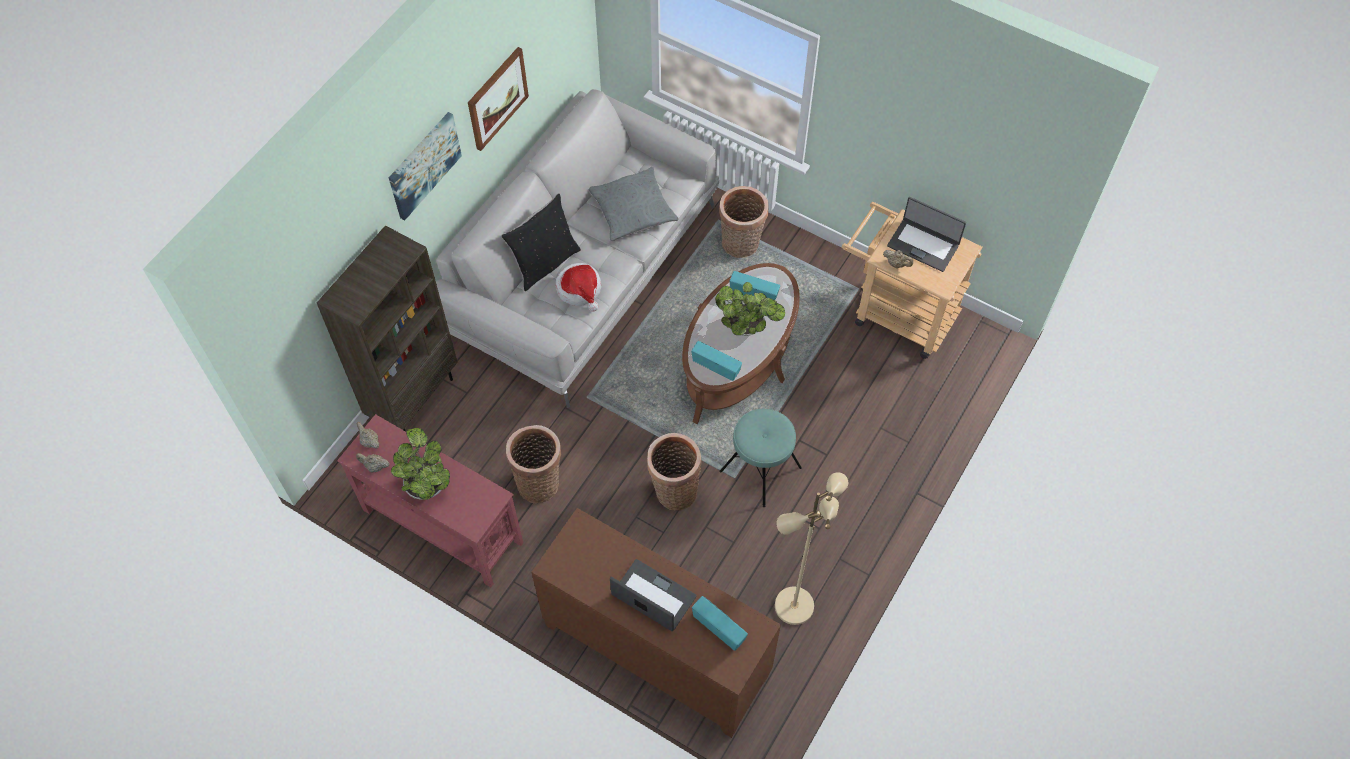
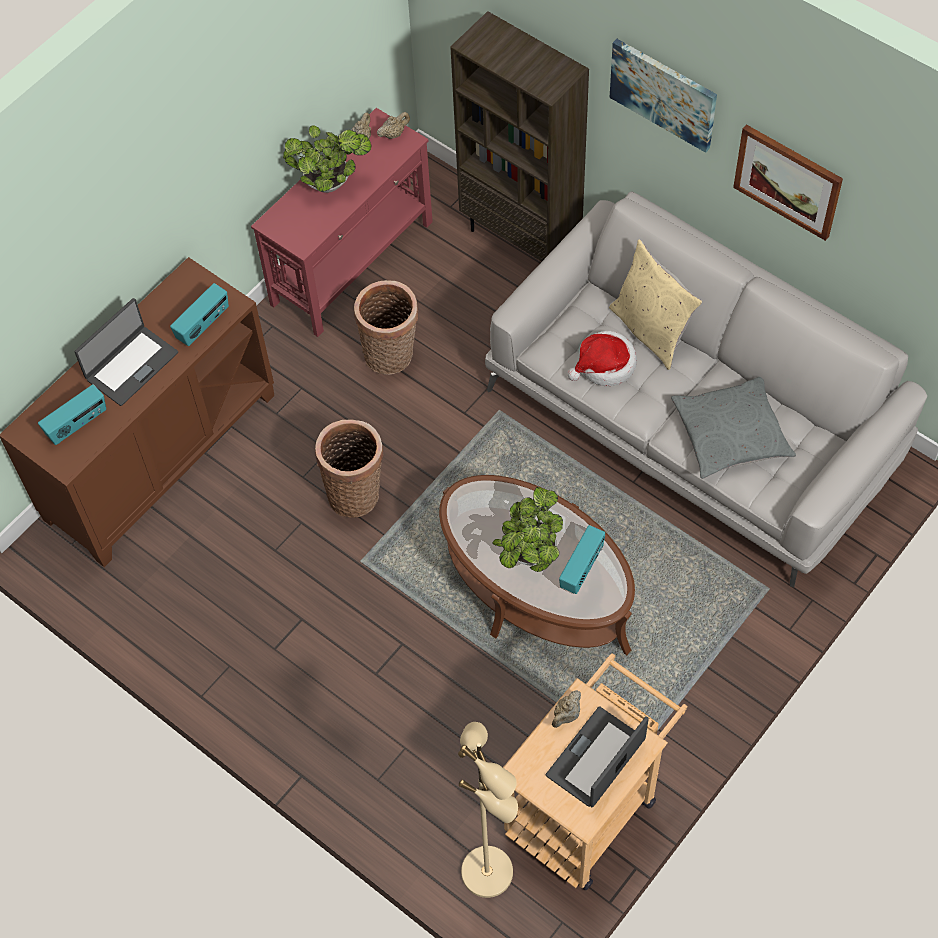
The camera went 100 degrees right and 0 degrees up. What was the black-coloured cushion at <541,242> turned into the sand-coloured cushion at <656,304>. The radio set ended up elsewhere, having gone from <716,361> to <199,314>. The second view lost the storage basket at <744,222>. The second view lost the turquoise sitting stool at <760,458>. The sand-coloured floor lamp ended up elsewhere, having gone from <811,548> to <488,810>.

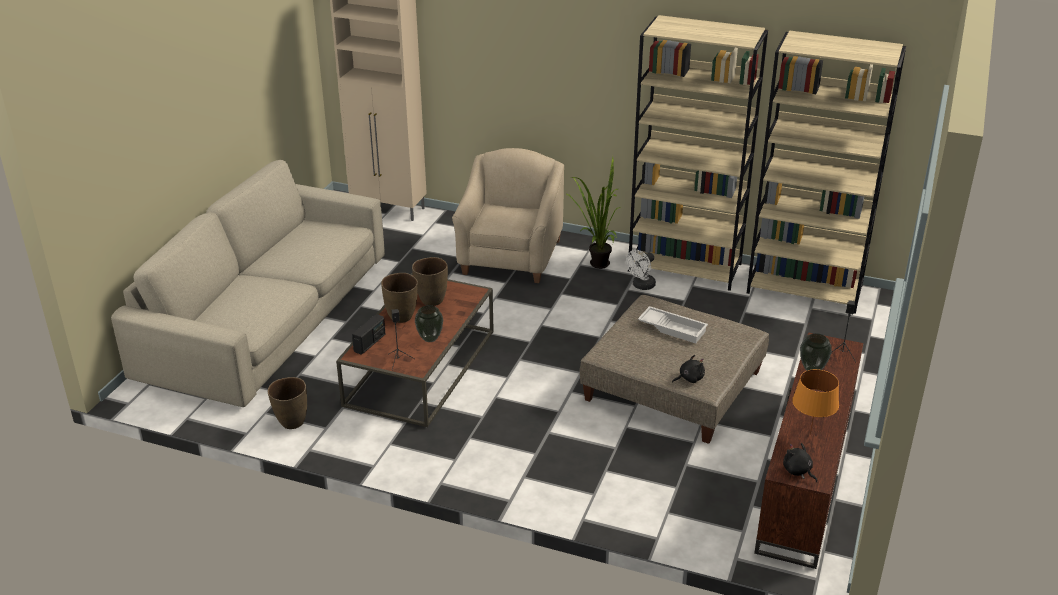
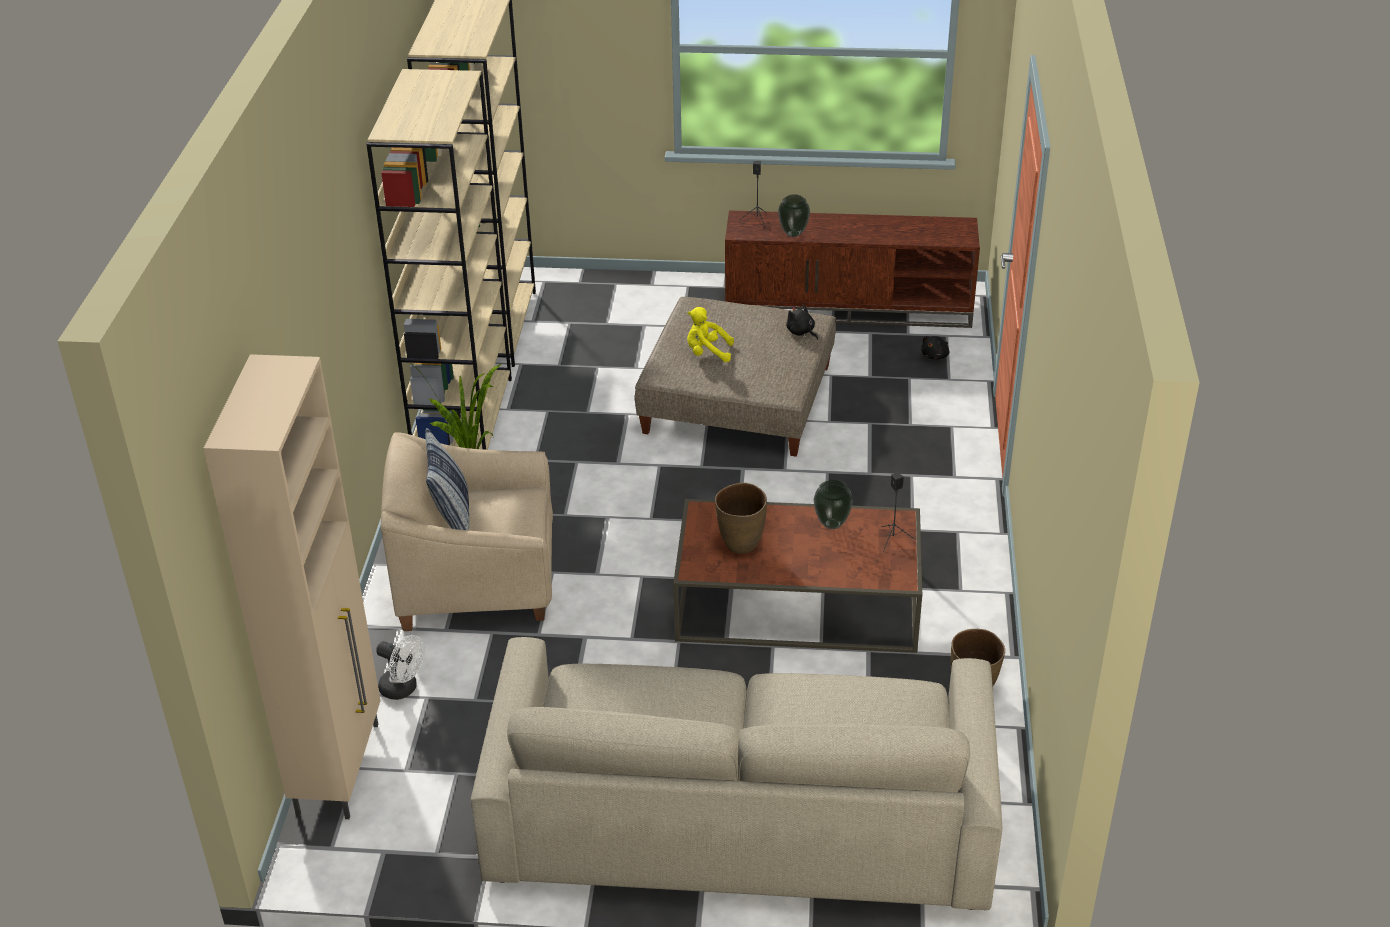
The camera went 105 degrees left and 5 degrees up. The second view lost the radio set at <368,334>. The second view lost the brown decorative vase at <399,298>. The white electric fan ended up elsewhere, having gone from <641,270> to <400,667>. Where the white tray stood at <673,324>, the yellow-coloured soft toy came to stand at <710,334>. The black-coloured soft toy ended up elsewhere, having gone from <800,463> to <935,348>. The second view lost the orange-coloured lamp for a table at <815,402>. The second view gained the cushion at <447,479>.

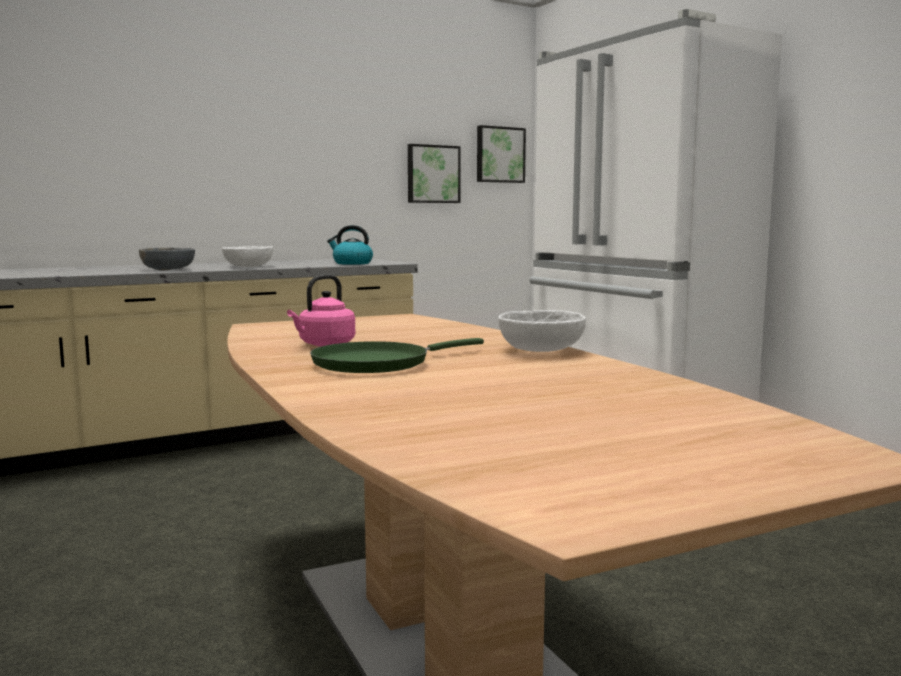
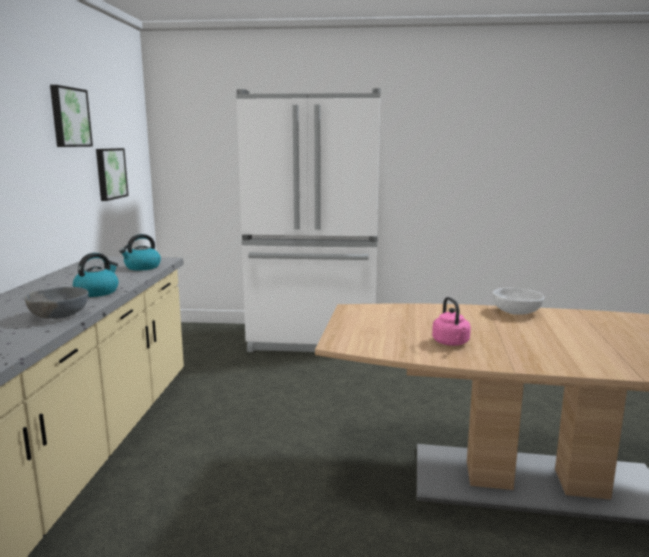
The camera went 55 degrees left and 5 degrees up. Where the white serving bowl stood at <247,256>, the kettle came to stand at <95,275>. The second view lost the greenish pan at <397,355>. The wall art ended up elsewhere, having gone from <501,154> to <71,116>.

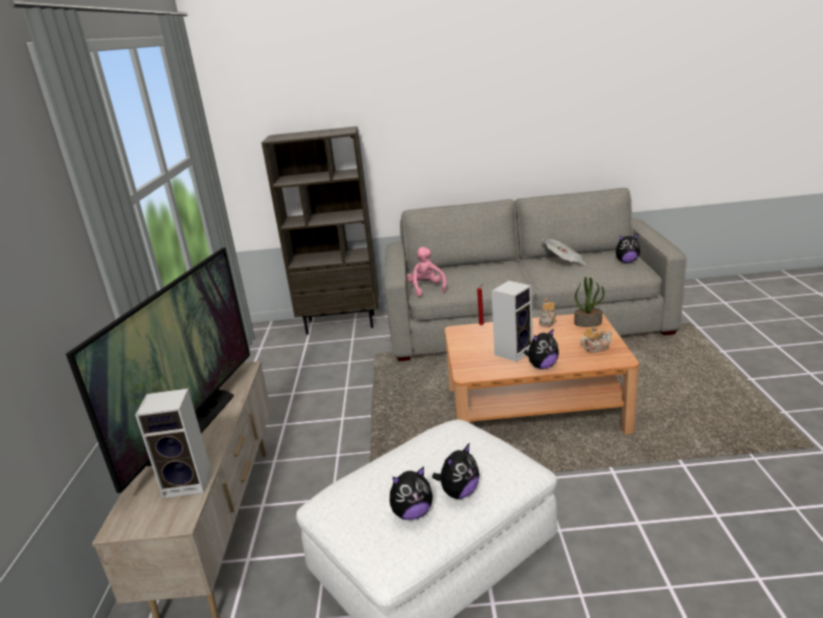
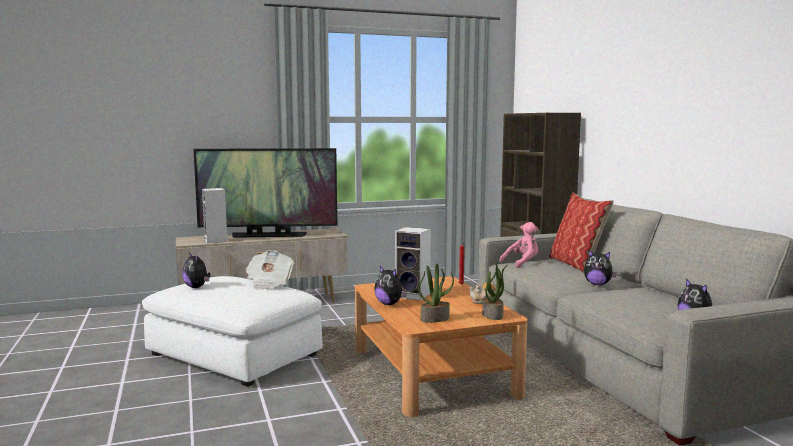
The camera went 70 degrees right and 15 degrees down. The soft toy ended up elsewhere, having gone from <456,471> to <600,267>. The printed paper ended up elsewhere, having gone from <564,252> to <270,270>. Where the tea pot stood at <596,339>, the potted plant came to stand at <436,293>. The second view gained the cushion at <581,233>.

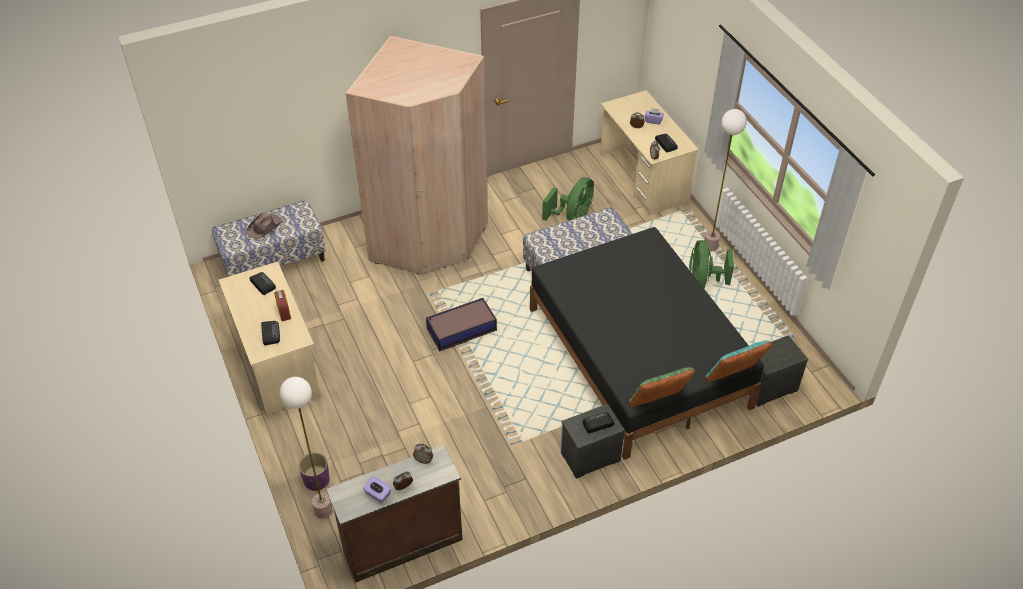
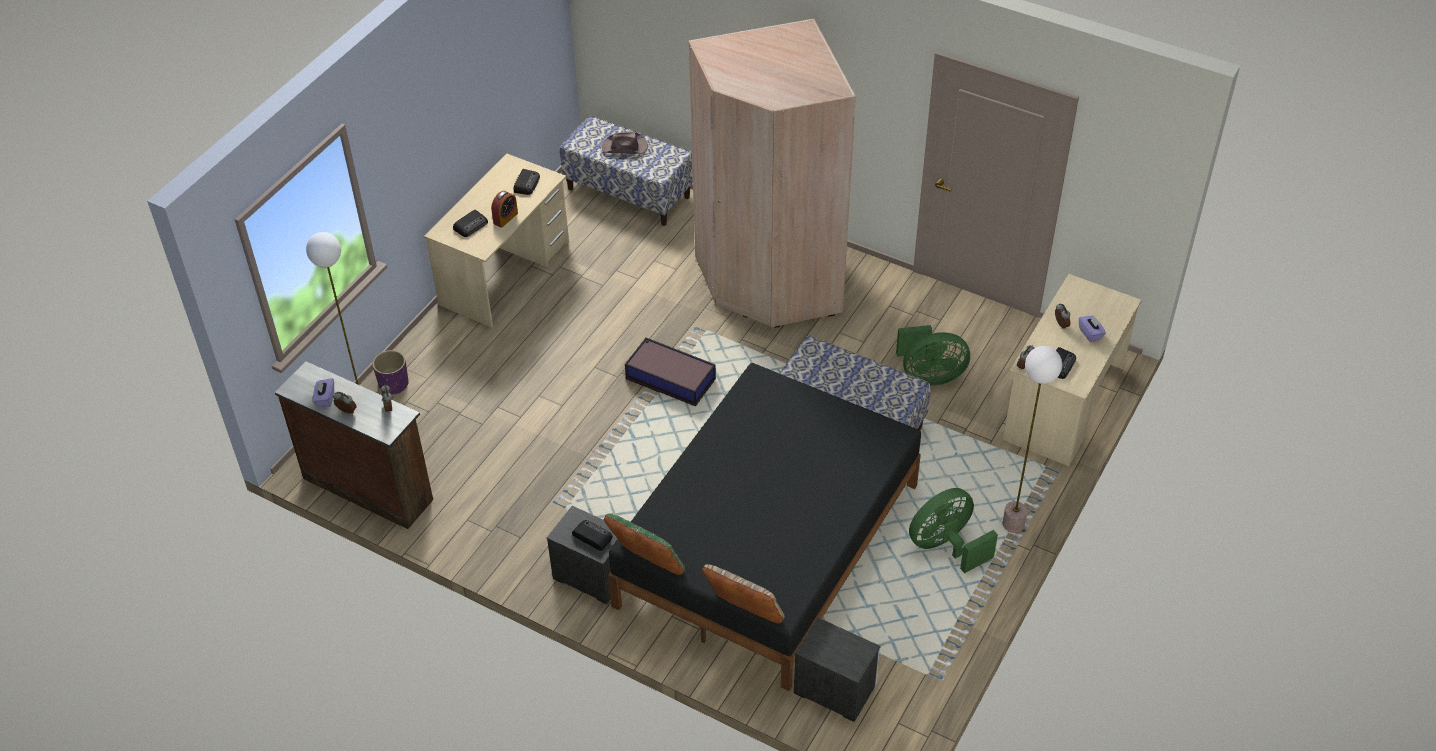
The camera went 55 degrees right and 0 degrees up. What was the turquoise cushion at <738,361> turned into the sand-coloured cushion at <743,593>.

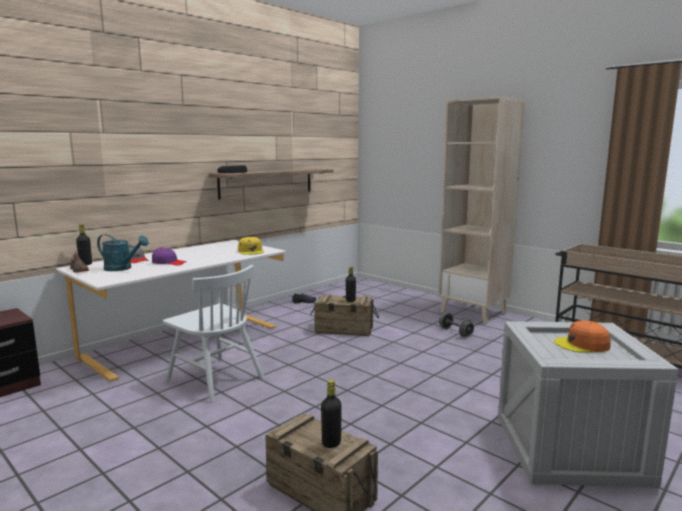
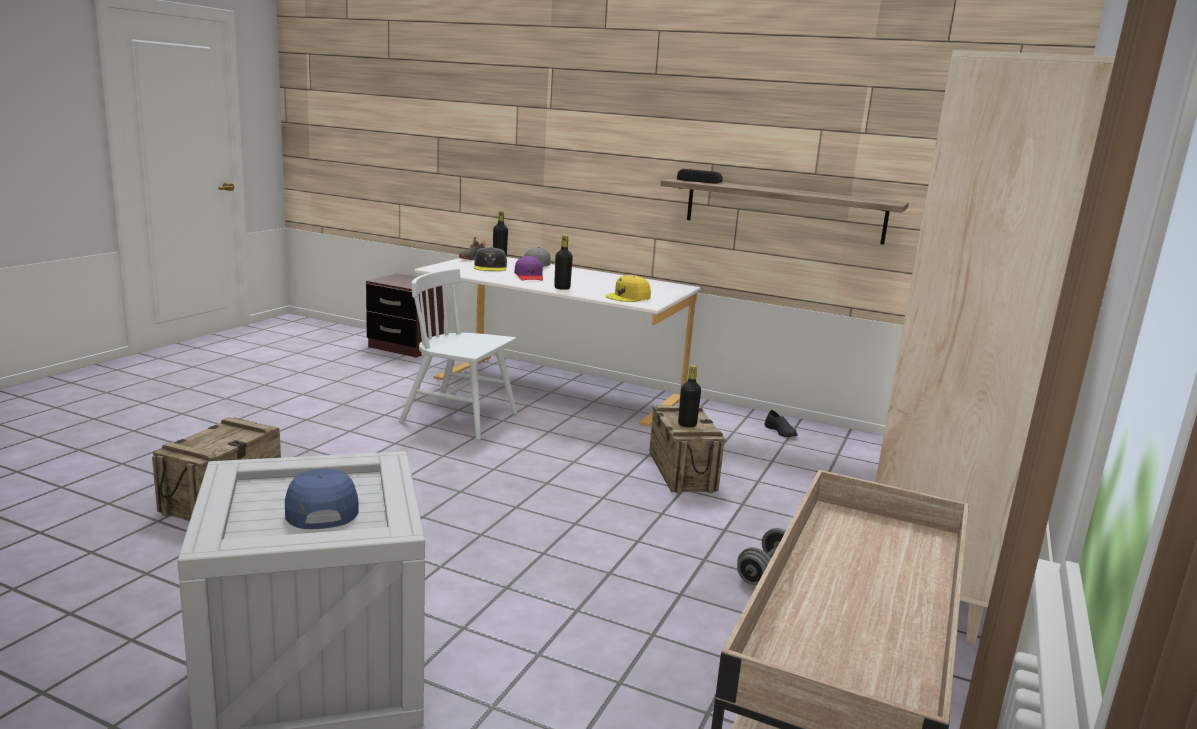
The camera went 70 degrees right and 5 degrees up. Where the turquoise watering pot stood at <123,252>, the grey peaked cap came to stand at <490,259>. The white plain chair at <213,333> ended up facing another way, 90 degrees clockwise from before. The black-coloured drink bottle ended up elsewhere, having gone from <331,414> to <563,262>. What was the orange-coloured peaked cap at <582,336> turned into the blue peaked cap at <322,498>.

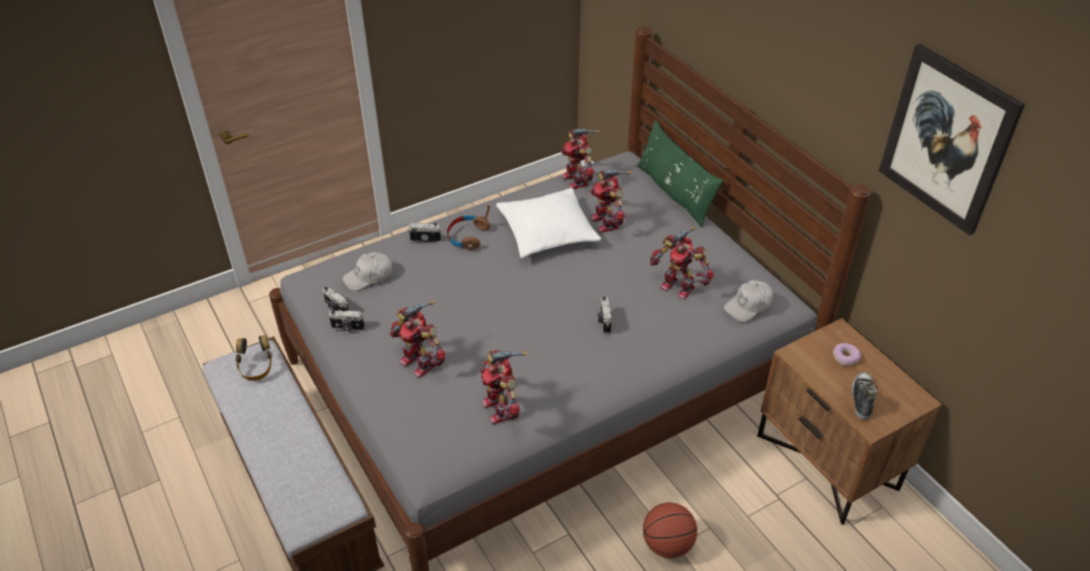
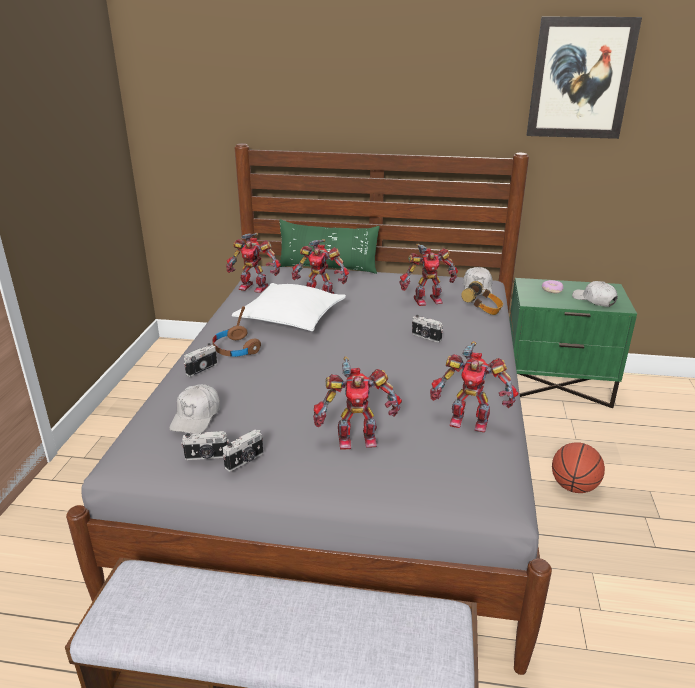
The camera went 50 degrees left and 15 degrees down. The pair of headphones ended up elsewhere, having gone from <254,358> to <482,298>. What was the brown bedside table at <849,421> turned into the greenish bedside table at <573,343>. Where the item of footwear stood at <865,396>, the white peaked cap came to stand at <595,294>.

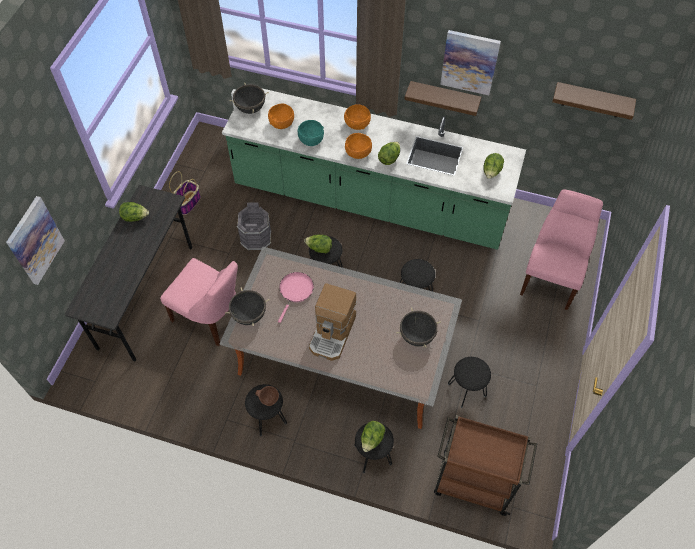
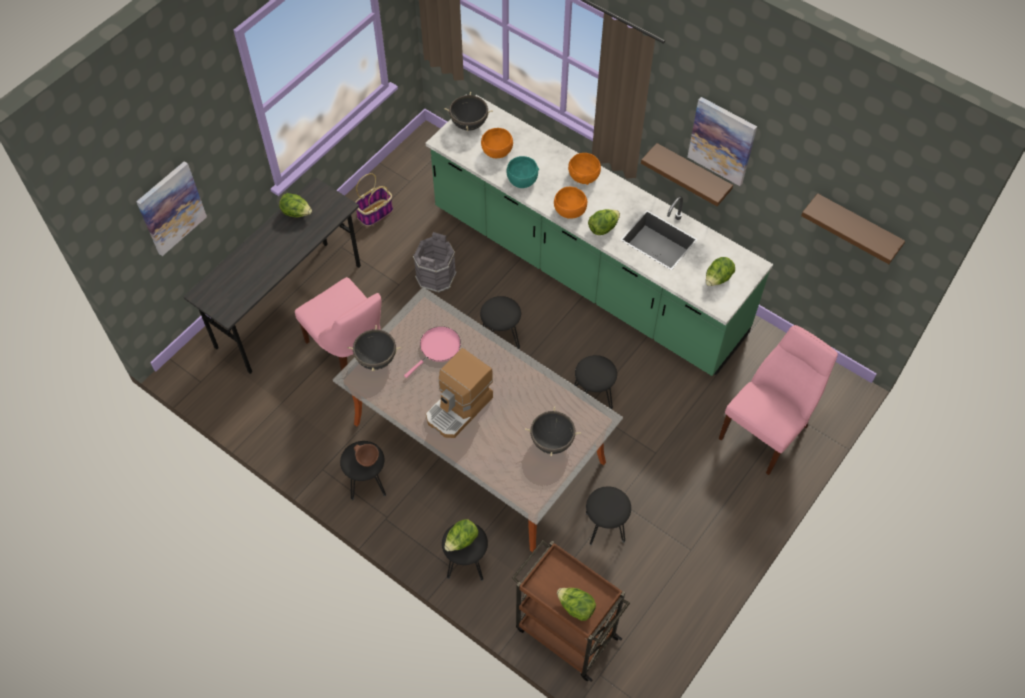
The camera went 20 degrees right and 0 degrees up. The lettuce head ended up elsewhere, having gone from <318,244> to <576,604>.

